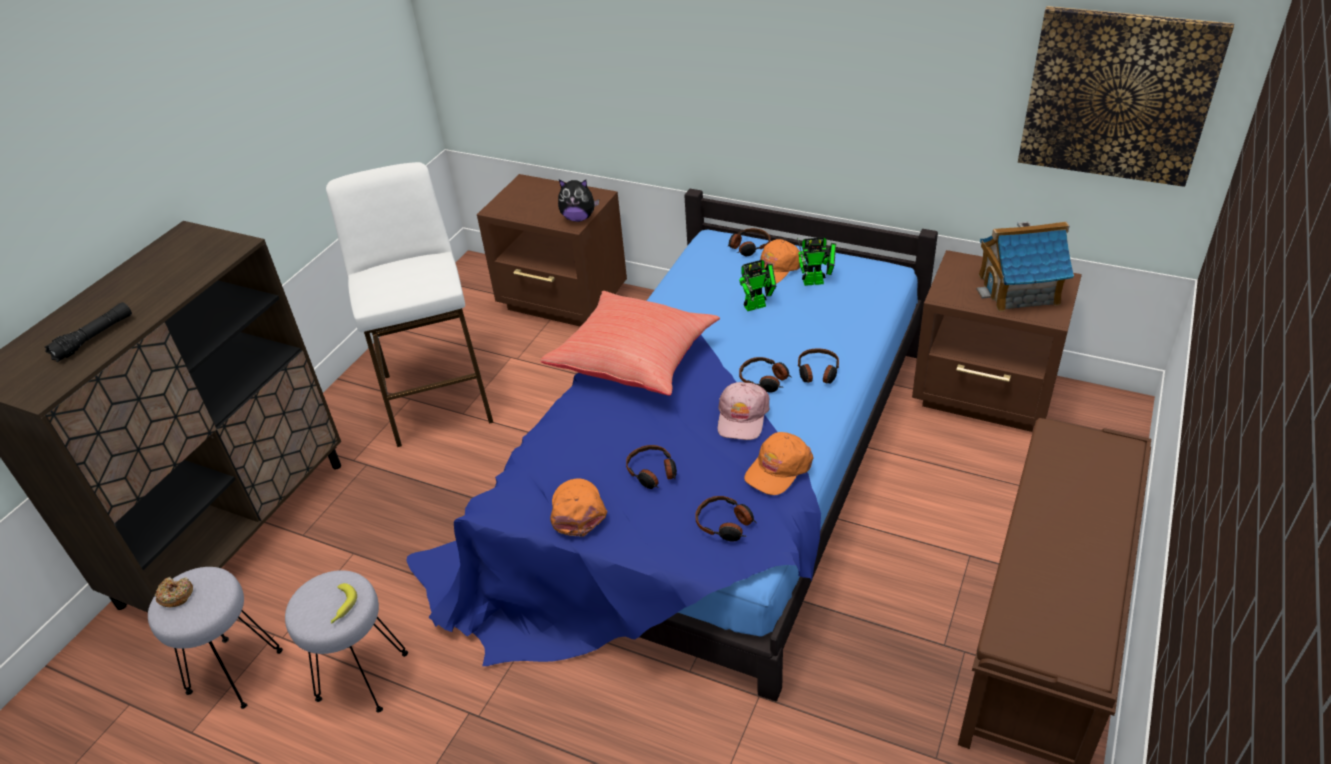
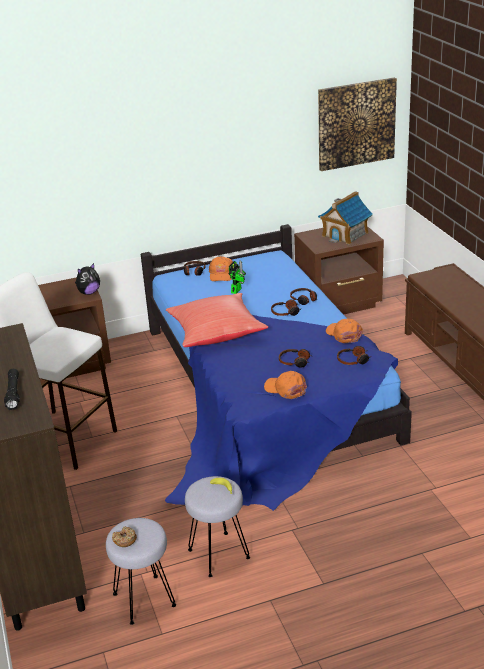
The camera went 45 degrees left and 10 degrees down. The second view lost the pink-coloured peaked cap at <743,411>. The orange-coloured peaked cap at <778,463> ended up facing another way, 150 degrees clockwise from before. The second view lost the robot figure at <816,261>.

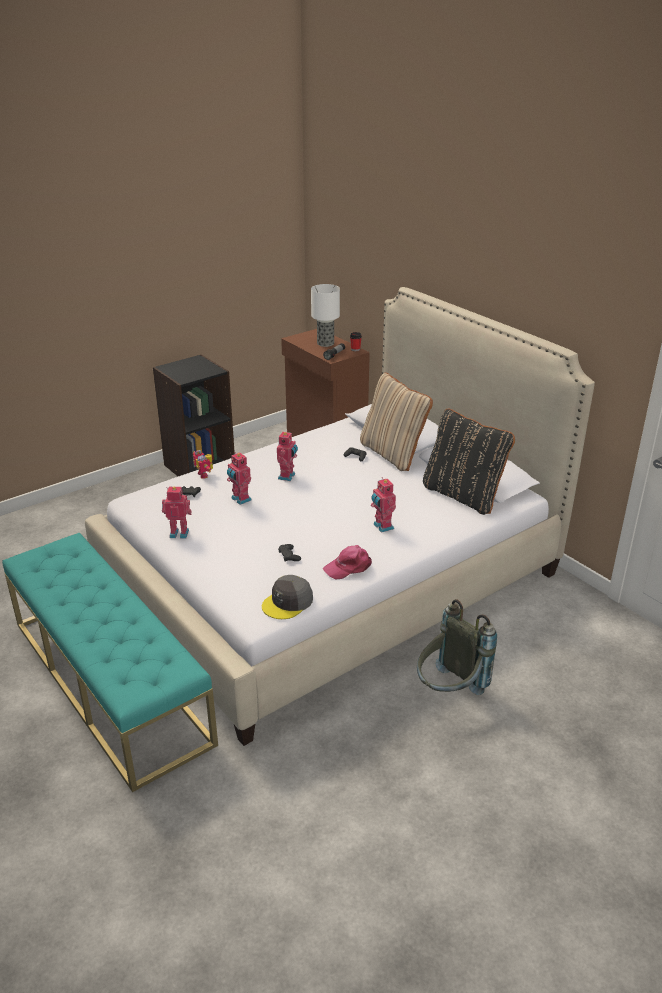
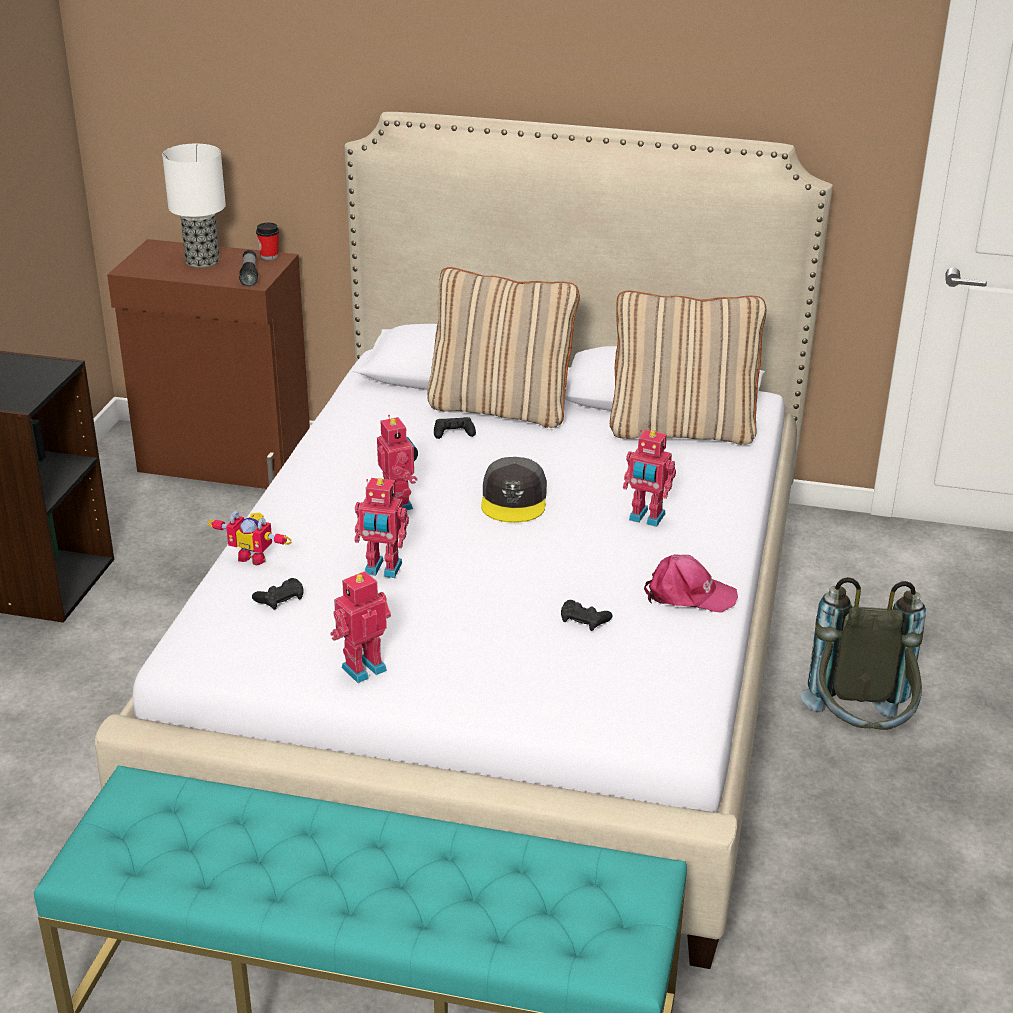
The camera went 40 degrees left and 0 degrees up. The grey peaked cap ended up elsewhere, having gone from <287,597> to <514,490>. The pink-coloured peaked cap at <347,562> ended up facing another way, 105 degrees counterclockwise from before. What was the black-coloured cushion at <469,462> turned into the sand-coloured cushion at <688,367>.

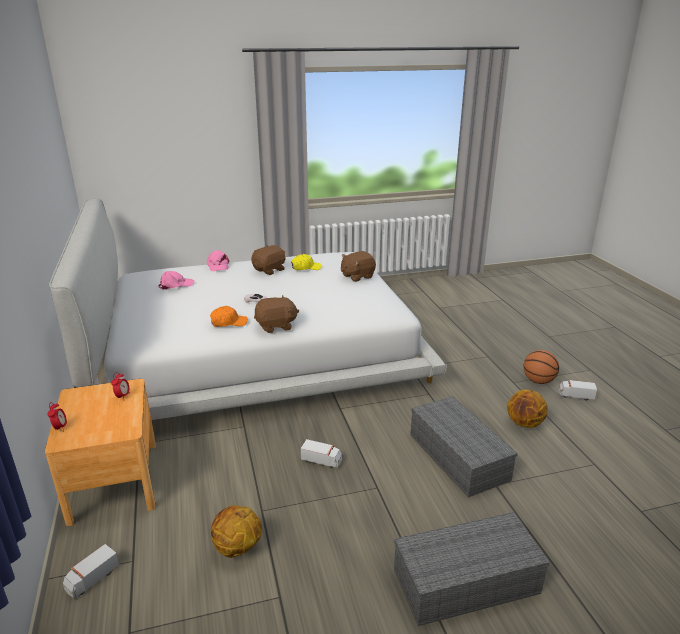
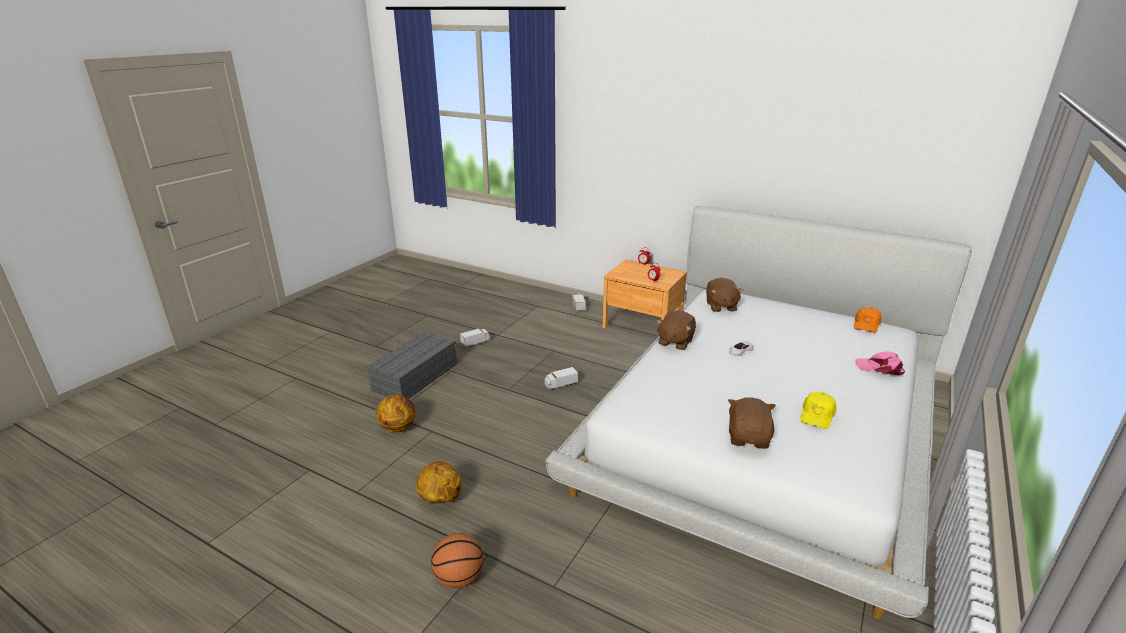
The camera went 135 degrees right and 0 degrees up. The second view lost the pink-coloured peaked cap at <176,280>. The orange-coloured peaked cap ended up elsewhere, having gone from <229,316> to <868,320>. The basketball ball ended up elsewhere, having gone from <236,531> to <396,413>. The brown soft toy ended up elsewhere, having gone from <268,260> to <724,295>. The second view lost the grey storage box at <464,447>. The toy truck ended up elsewhere, having gone from <577,390> to <475,337>.

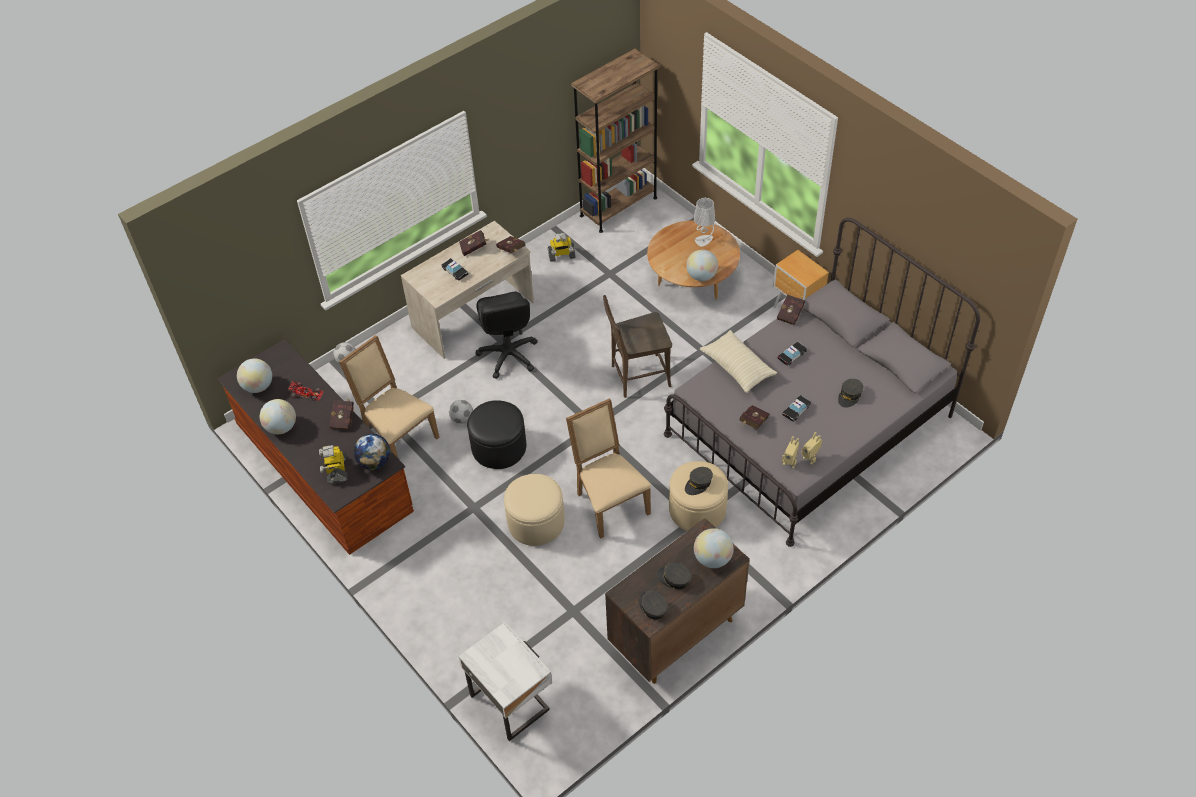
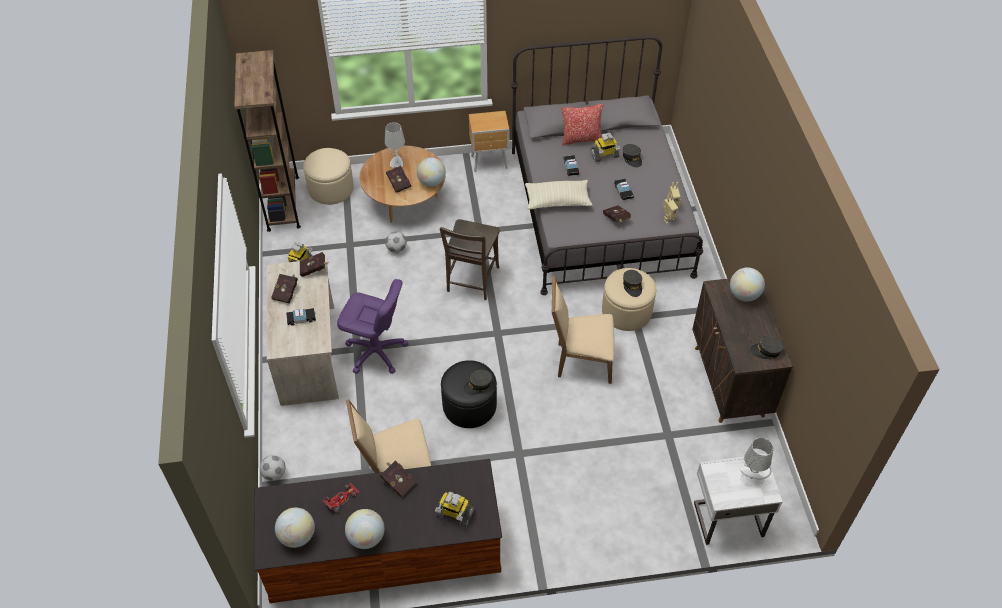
The camera went 60 degrees left and 0 degrees up. The second view lost the world globe at <371,452>. The football ended up elsewhere, having gone from <461,412> to <396,242>. What was the black-coloured computer chair at <506,335> turned into the purple computer chair at <372,326>. The sand-coloured pouffe ended up elsewhere, having gone from <534,510> to <328,176>. The grey peaked cap ended up elsewhere, having gone from <674,575> to <477,382>. The red volume ended up elsewhere, having gone from <791,309> to <398,179>. The second view gained the cushion at <583,125>. The second view gained the robot figure at <605,147>. The second view gained the grey lamp for a table at <756,461>.

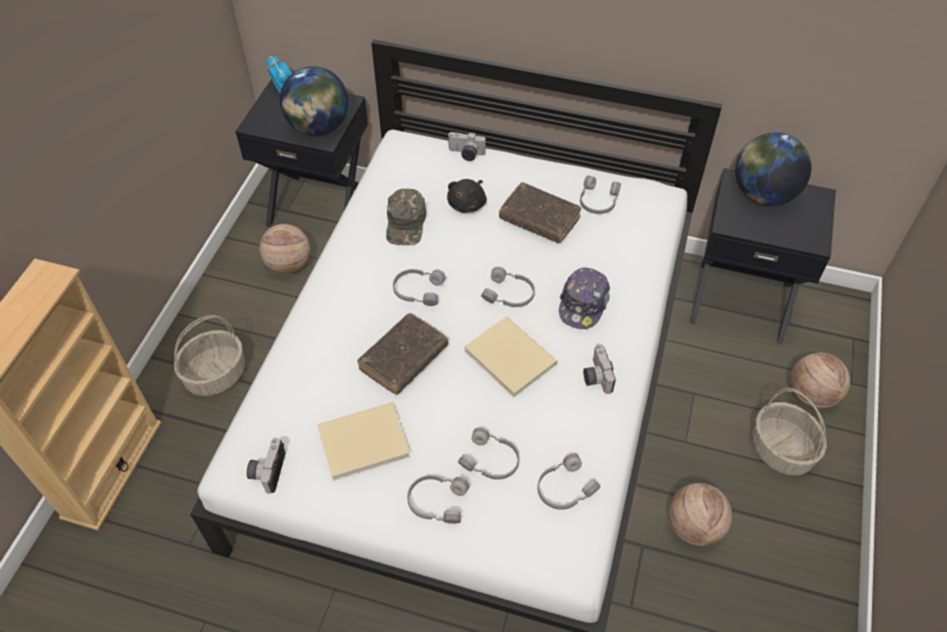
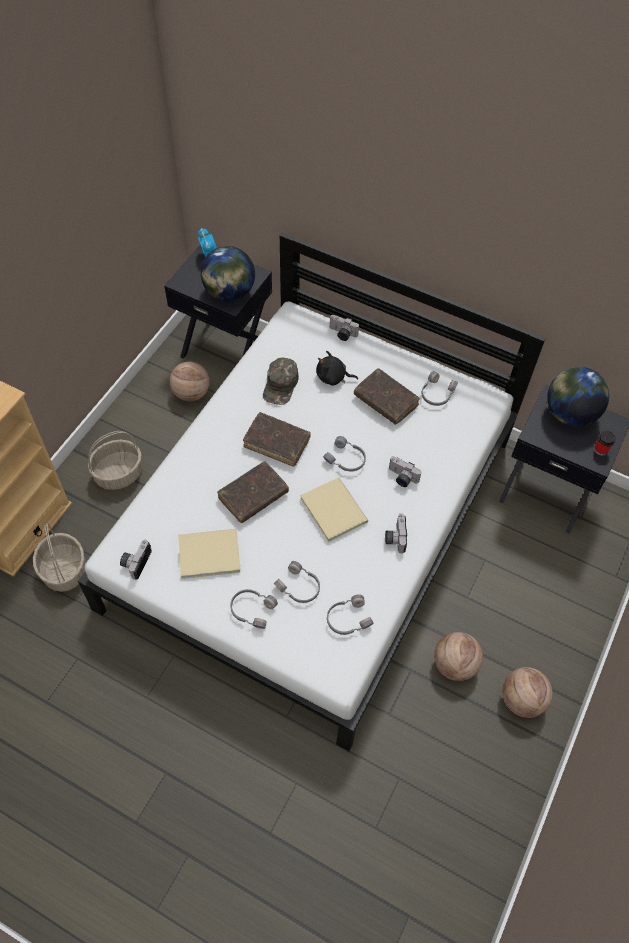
The camera went 10 degrees right and 5 degrees up. Where the grey pair of headphones stood at <419,287>, the brown volume came to stand at <277,439>. The black-coloured soft toy at <467,196> ended up facing another way, 60 degrees clockwise from before. Where the peaked cap stood at <584,298>, the photo camera came to stand at <405,471>. The storage basket ended up elsewhere, having gone from <789,431> to <59,557>. The basketball ball ended up elsewhere, having gone from <820,380> to <527,692>. The second view gained the small cup at <605,443>.

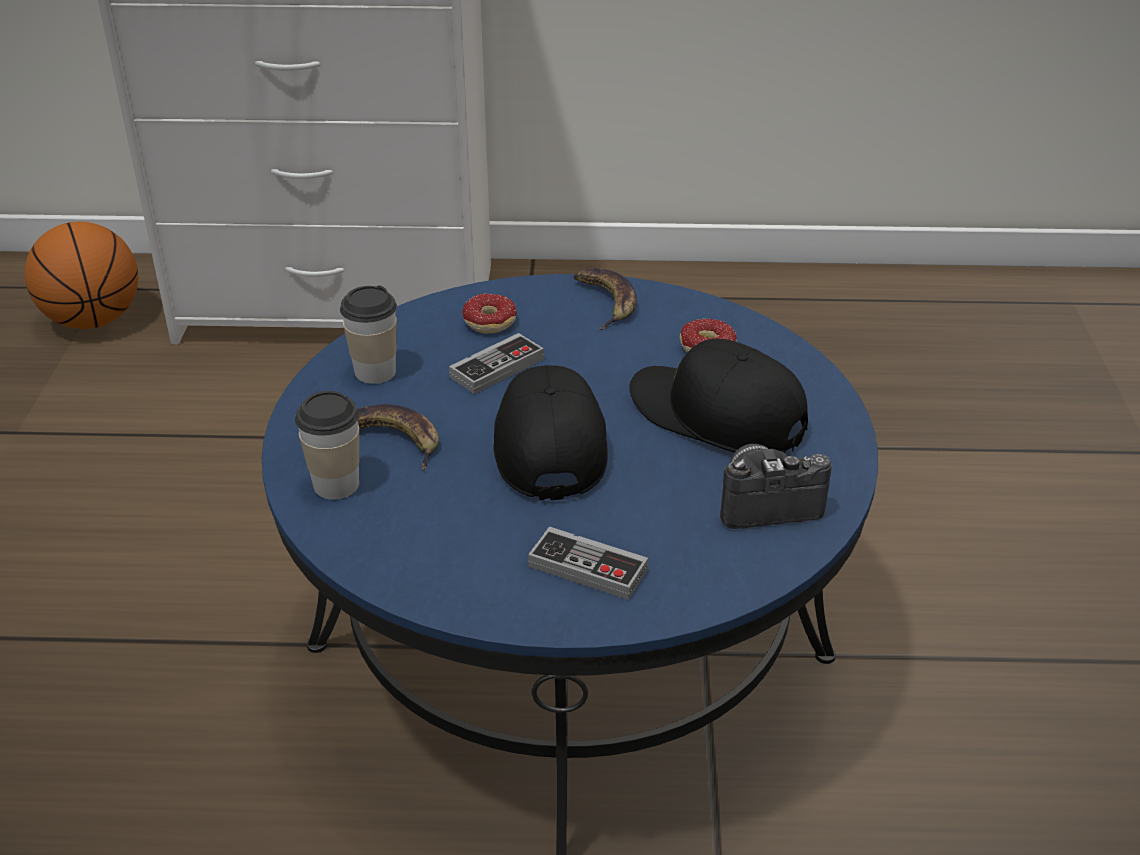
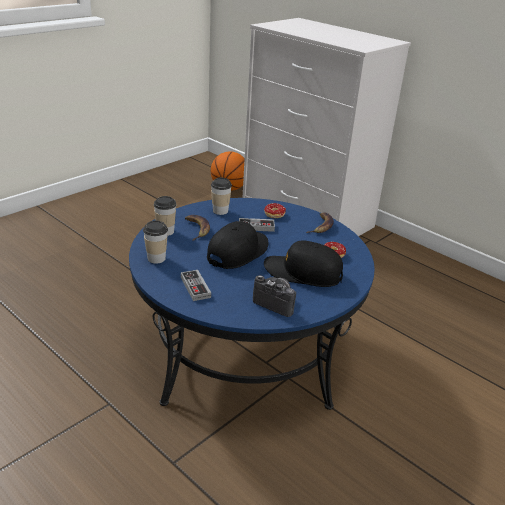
The camera went 40 degrees right and 5 degrees down. The black-coloured peaked cap at <718,396> ended up facing another way, 60 degrees counterclockwise from before. The second view gained the small cup at <155,242>.

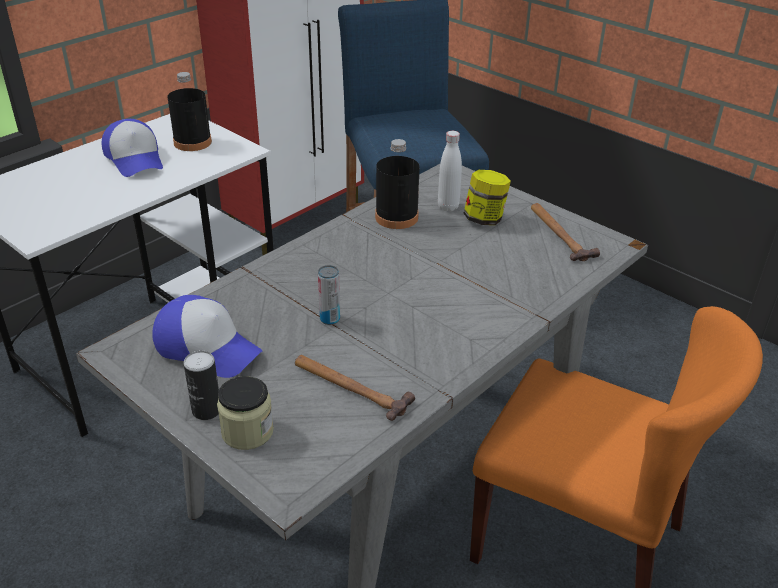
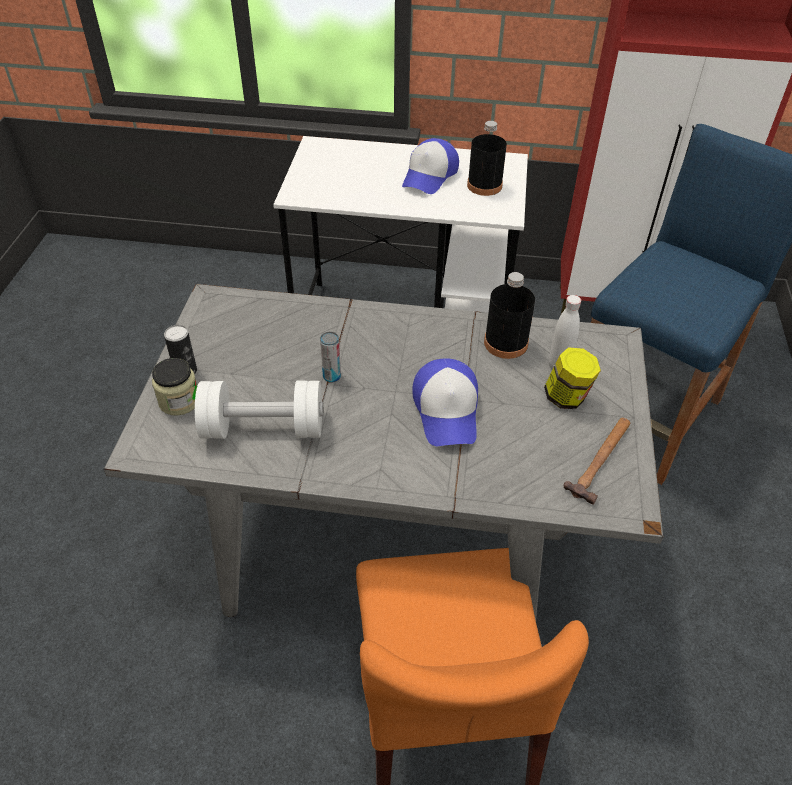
The camera went 55 degrees right and 10 degrees up. The peaked cap ended up elsewhere, having gone from <207,336> to <445,402>. Where the hammer stood at <355,388>, the white hand weight came to stand at <259,409>.

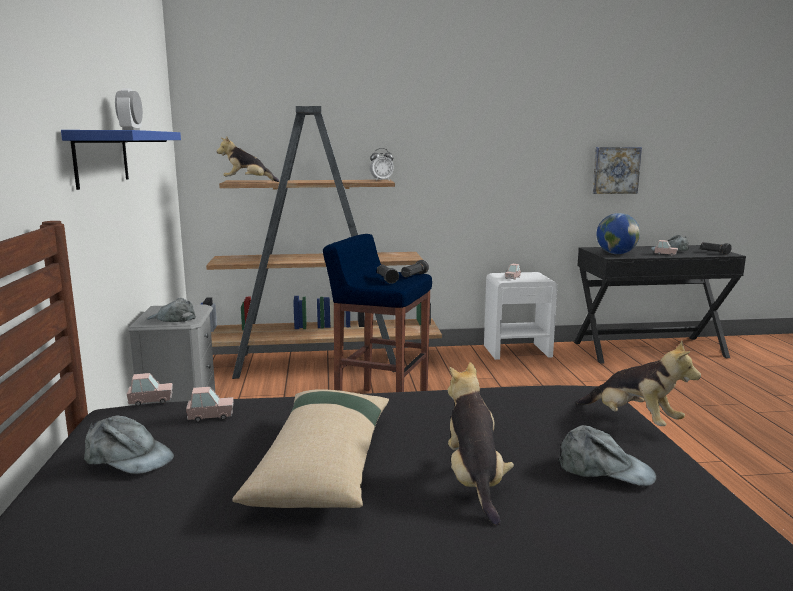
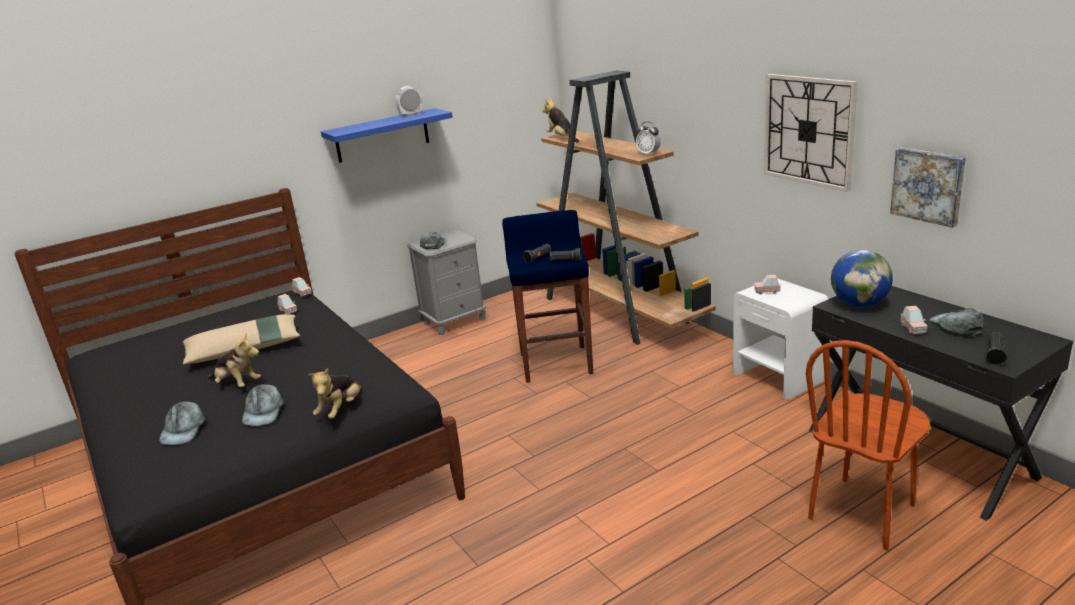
The camera went 65 degrees right and 10 degrees up. The grey peaked cap ended up elsewhere, having gone from <129,444> to <182,423>. The soft toy at <481,444> ended up facing another way, 60 degrees clockwise from before. The second view gained the hanging clock at <811,133>. The second view gained the brown plain chair at <868,445>.

